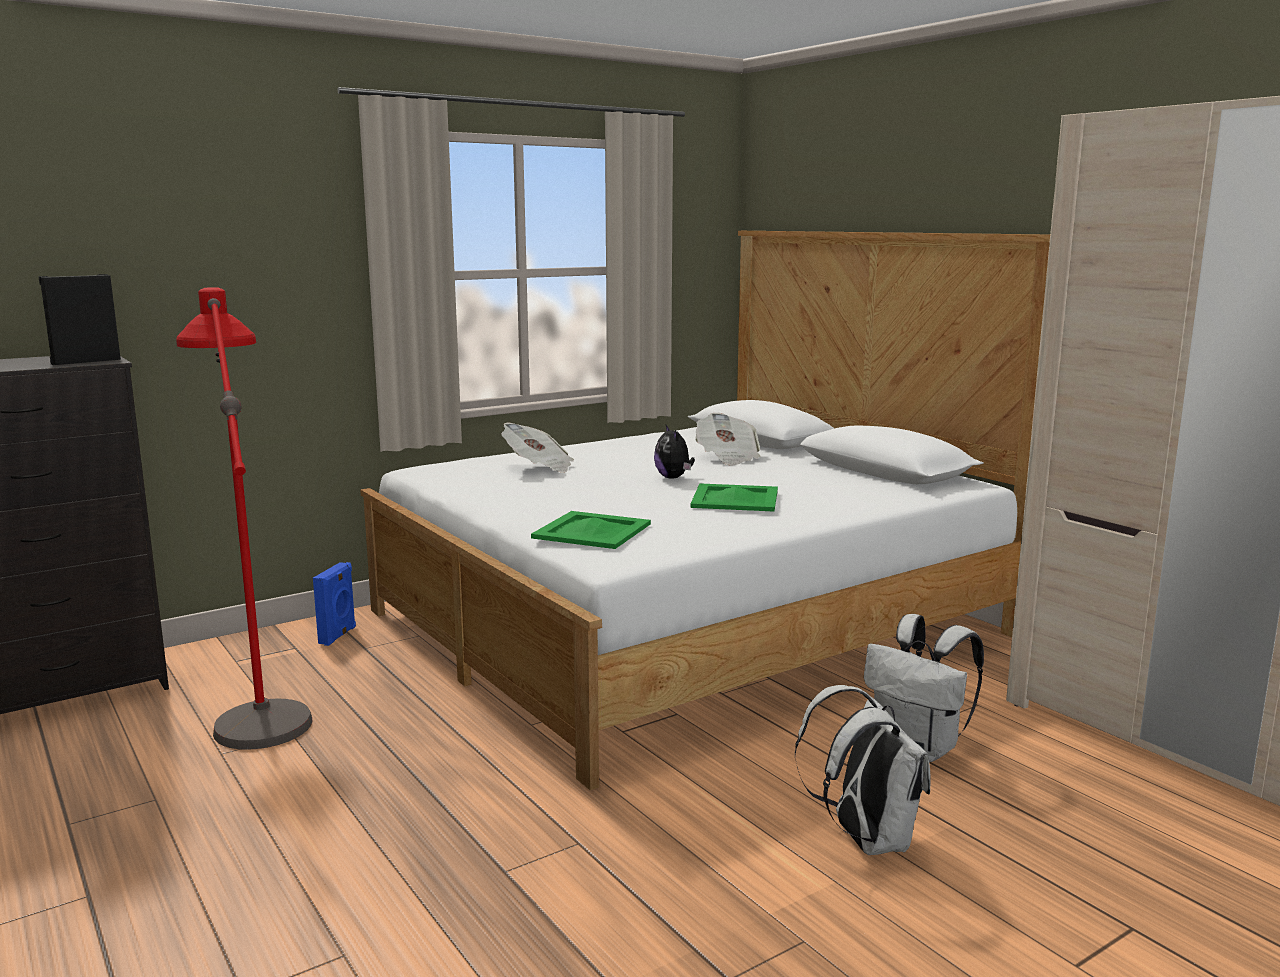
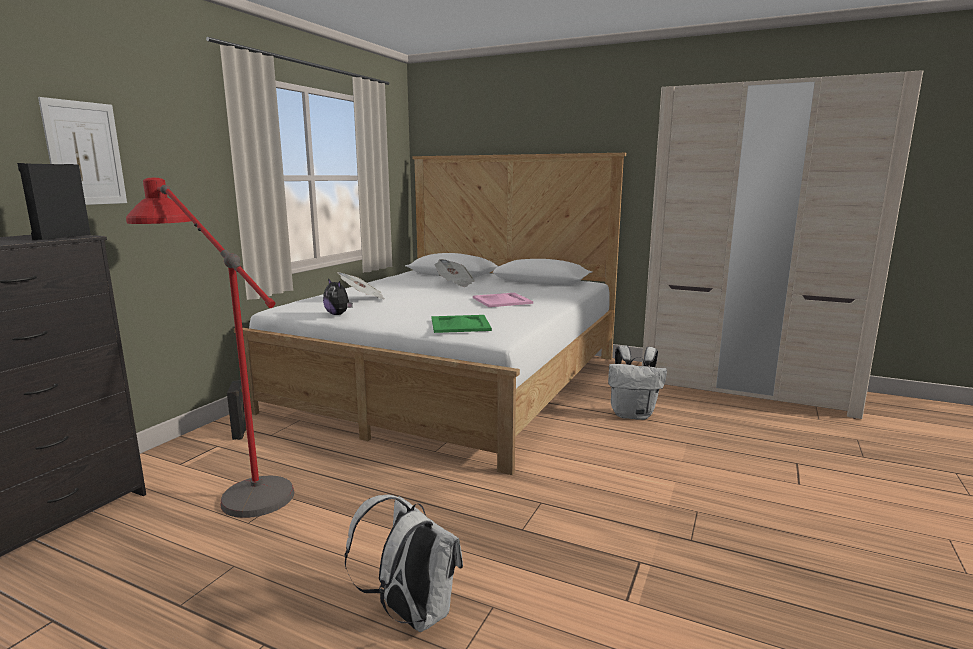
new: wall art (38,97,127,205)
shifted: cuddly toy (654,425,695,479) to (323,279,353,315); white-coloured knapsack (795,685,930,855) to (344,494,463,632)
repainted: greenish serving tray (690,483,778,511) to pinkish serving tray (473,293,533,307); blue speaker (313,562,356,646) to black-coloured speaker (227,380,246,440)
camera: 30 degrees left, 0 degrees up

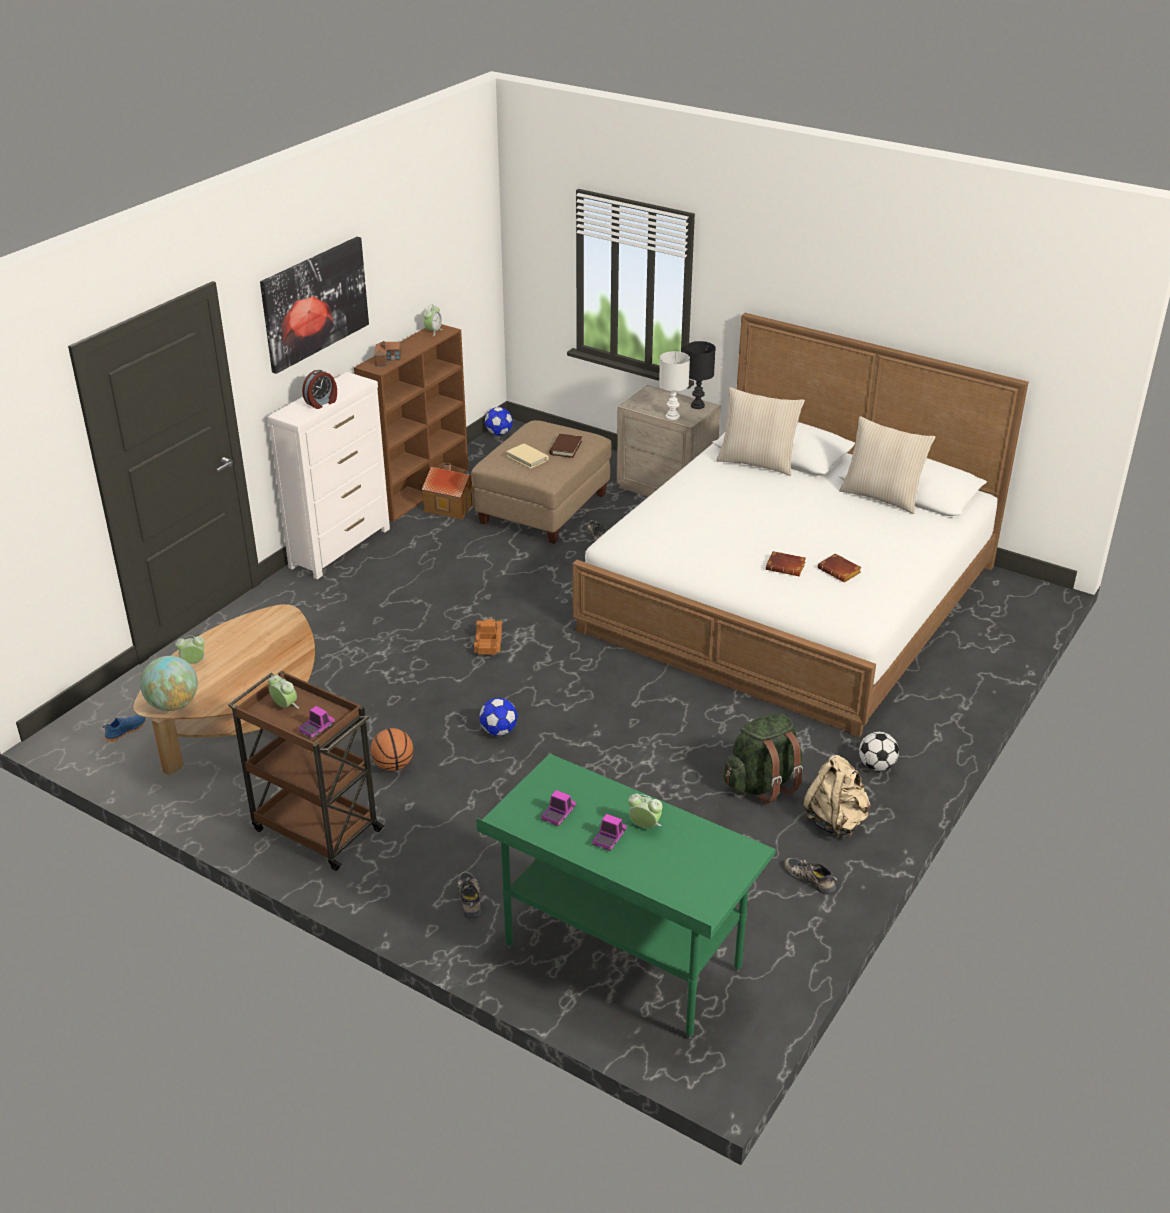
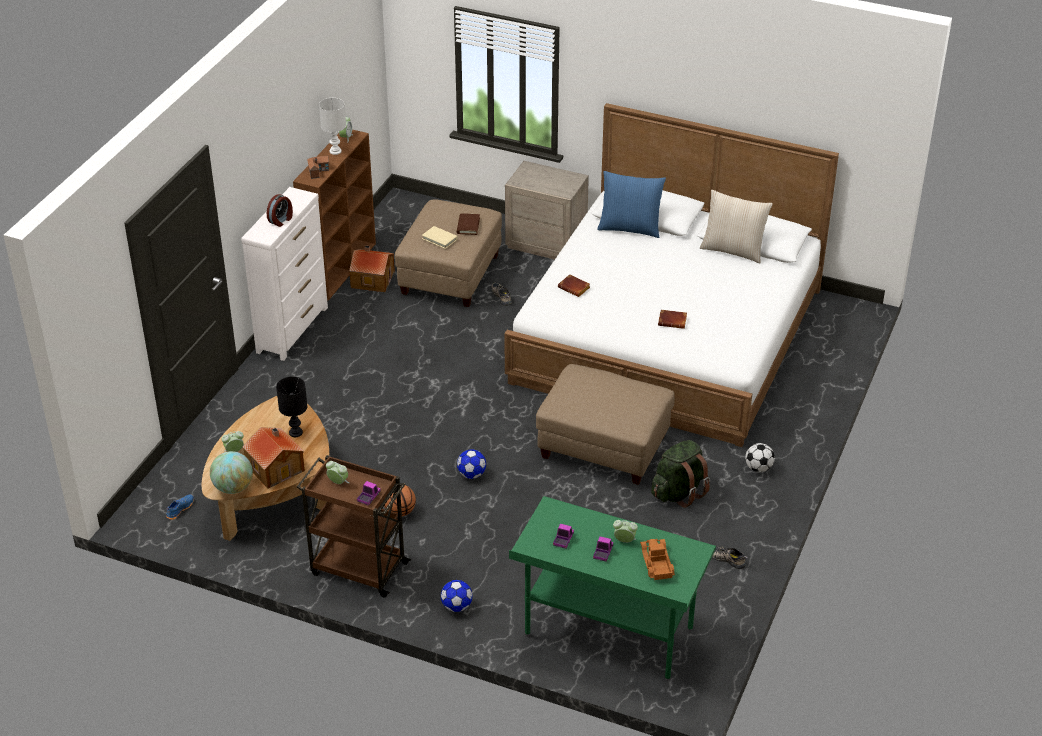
gone: wall art (260,237,369,374); beige knapsack (802,755,870,838); shoe (457,871,481,919)
new: beige pouffe (536,364,675,485); toy house (242,427,305,488)
shifted: black-coloured table lamp (686,341,716,409) to (276,376,307,437); white-coloured table lamp (659,351,690,420) to (319,98,346,155); ball for football (485,407,513,435) to (441,580,472,612); brown volume (818,553,862,582) to (558,274,590,297); toy lorry (474,619,502,654) to (640,539,675,580)
repainted: beige pillow (716,387,805,476) to blue pillow (597,171,666,238)
camera: 10 degrees left, 5 degrees up

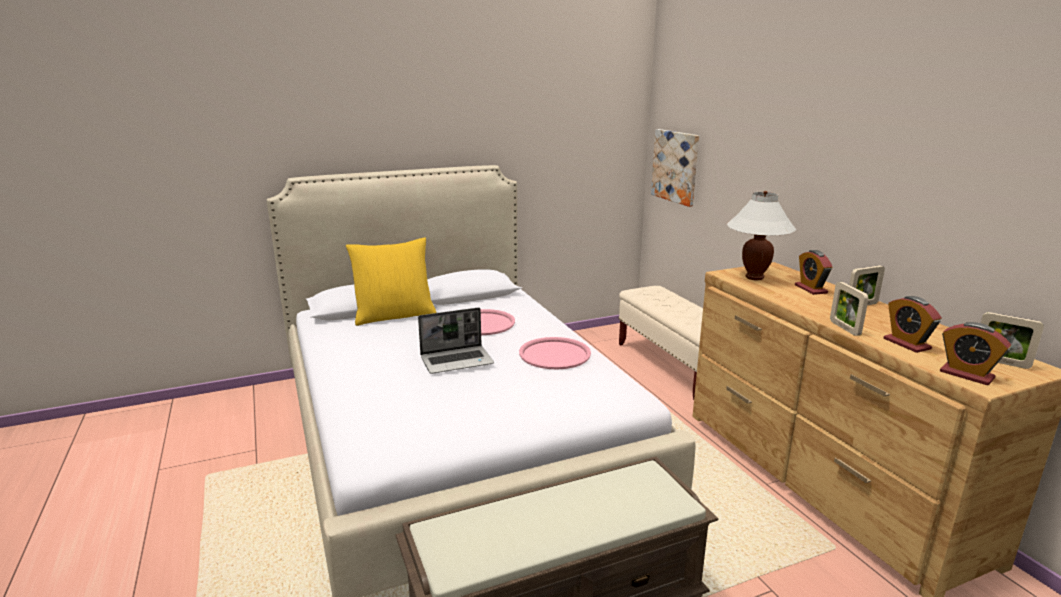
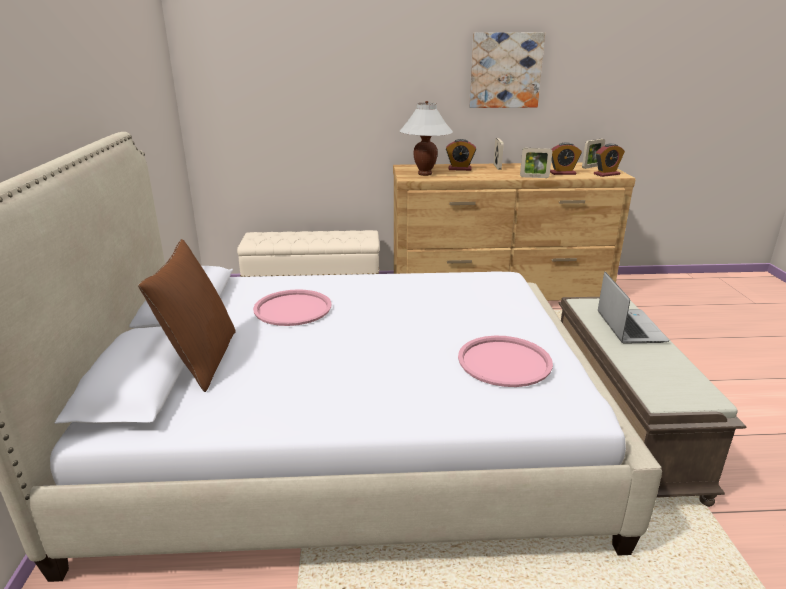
shifted: wall art (651,129,699,207) to (469,32,545,108); laptop (418,307,494,374) to (598,272,669,344); pinkish serving tray (519,337,591,369) to (458,336,553,387)
repainted: yellowish pillow (346,237,437,326) to brown pillow (138,239,236,392)
camera: 70 degrees left, 5 degrees up

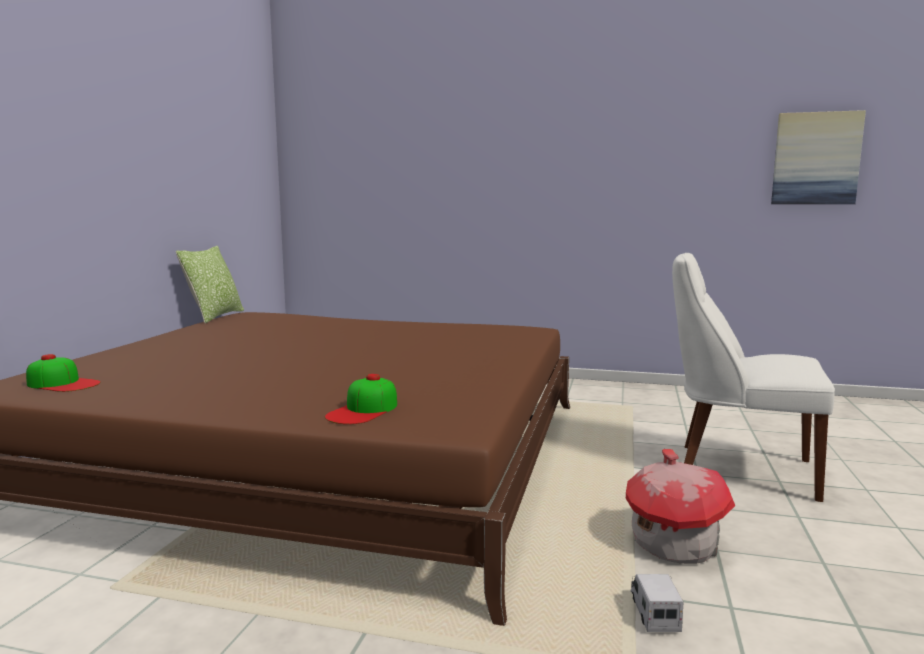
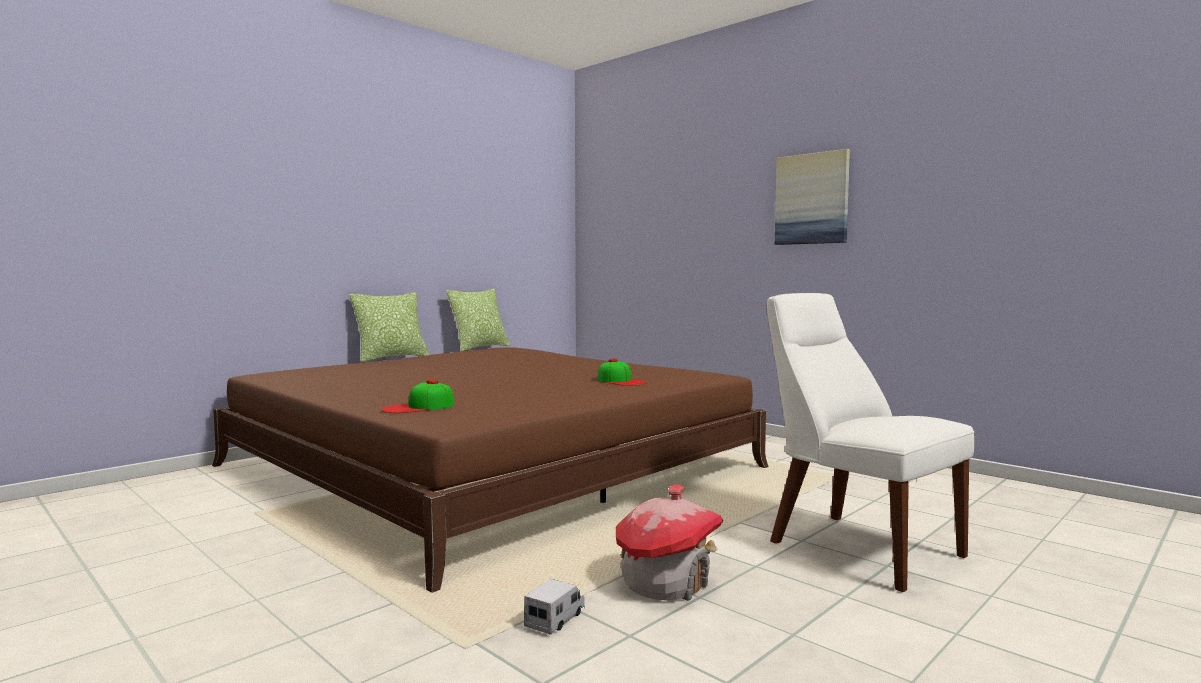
new: pillow (350,292,429,362)
shifted: wall art (771,110,866,204) to (775,149,850,245); baseball cap (26,354,100,392) to (597,359,647,386)
camera: 30 degrees right, 5 degrees down

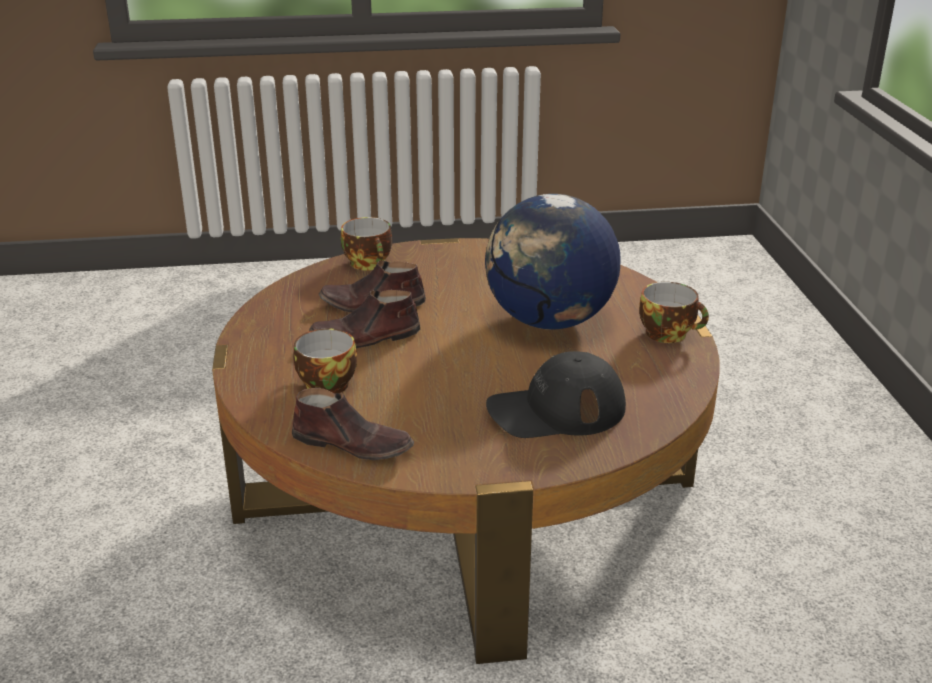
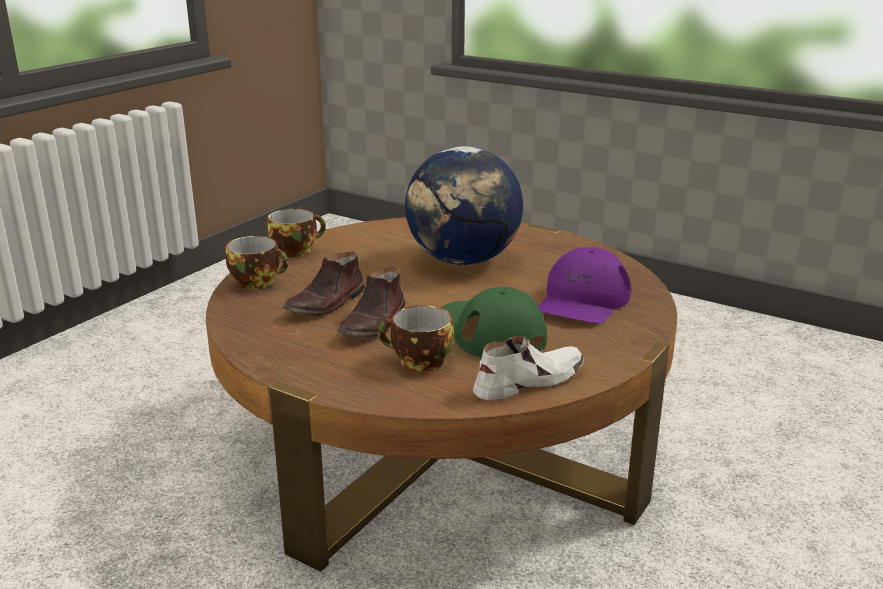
new: greenish baseball cap (441,287,547,358)
shifted: small cup (639,282,709,343) to (267,208,326,257)
repainted: black-coloured baseball cap (486,351,626,438) to purplish baseball cap (538,247,631,324); brown shoe (292,388,414,460) to white-coloured shoe (473,335,584,400)
camera: 50 degrees left, 5 degrees down

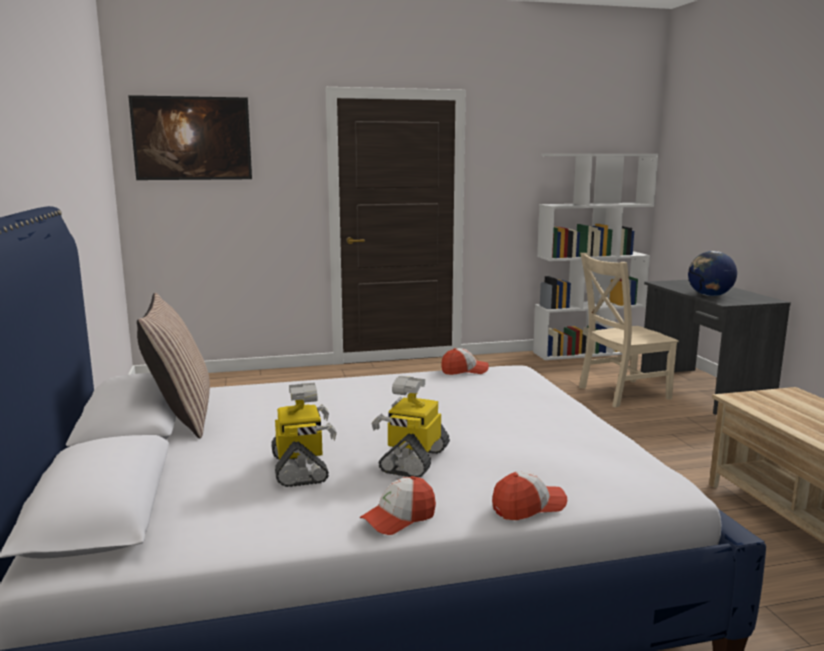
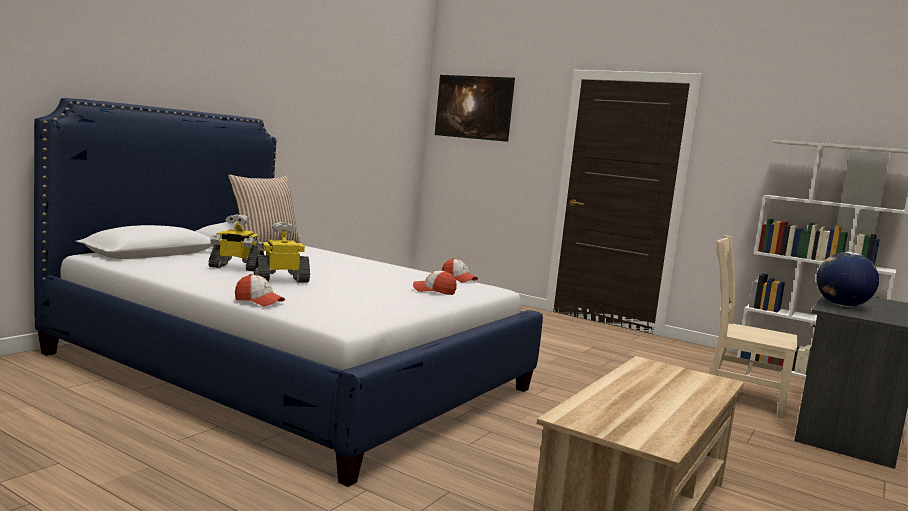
shifted: baseball cap (360,476,436,535) to (413,270,457,295)
rotated: toy robot (271,382,337,487) = (208,214,264,271) 60 degrees clockwise
camera: 45 degrees right, 5 degrees down

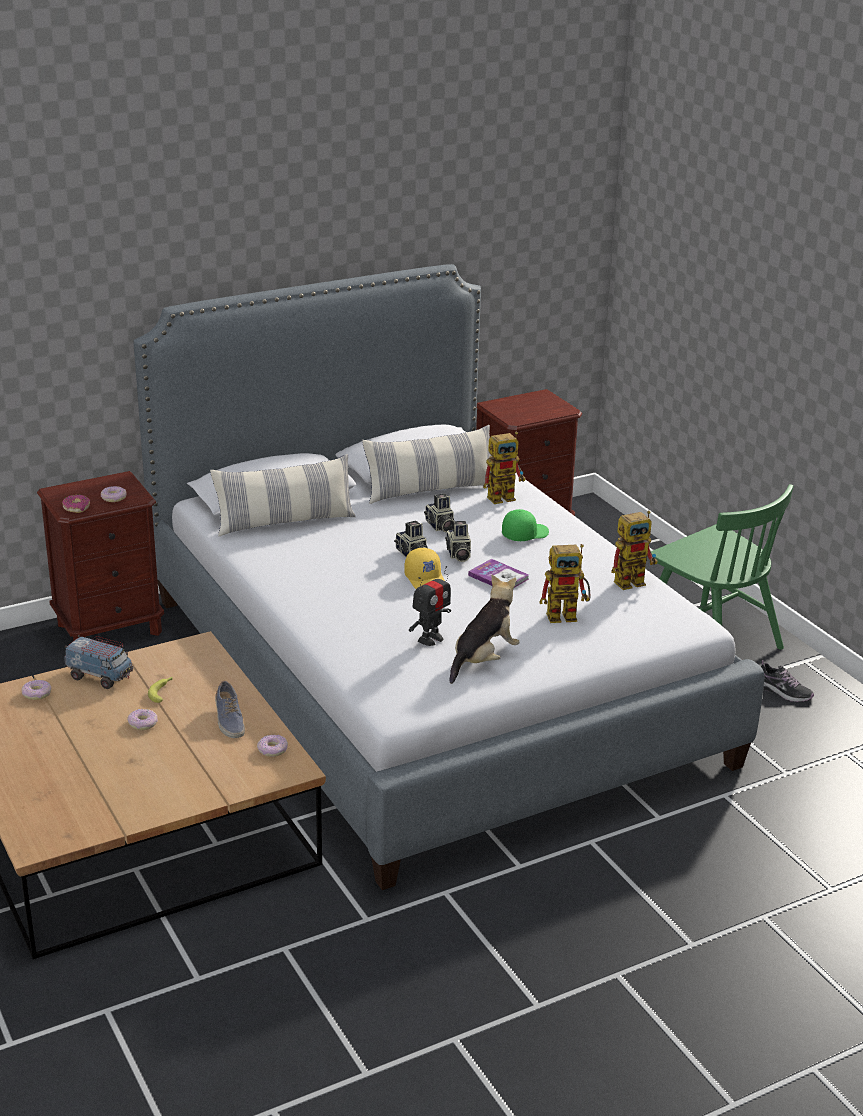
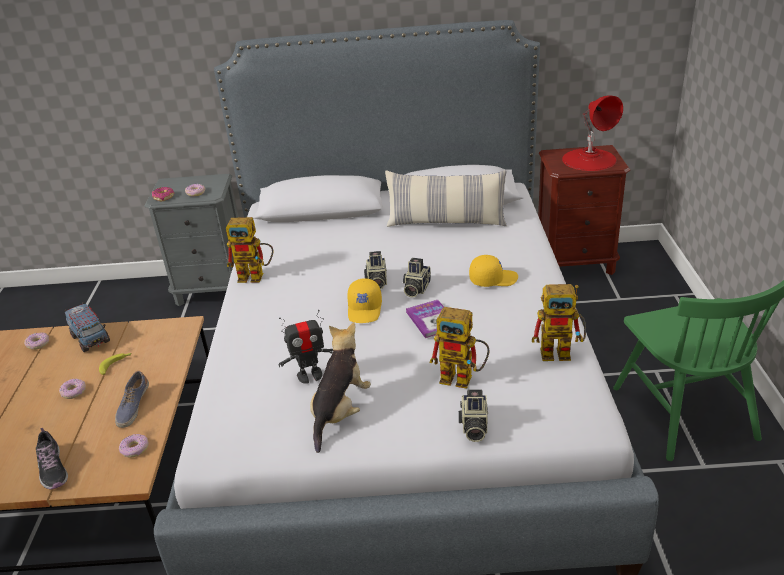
gone: pillow (210,454,356,537)
new: red-coloured table lamp (562,96,623,171)
shifted: toy robot (483,432,526,504) to (226,217,273,283); still camera (424,493,455,533) to (459,390,488,442); shoe (761,661,814,702) to (36,428,68,489)
repainted: brown night table (37,471,164,640) to greyish night table (145,174,238,306); greenish baseball cap (502,509,549,541) to yellowish baseball cap (469,255,518,287)
rotated: cuddly toy (449,575,520,684) = (310,322,371,453) 45 degrees counterclockwise
camera: 30 degrees right, 5 degrees up

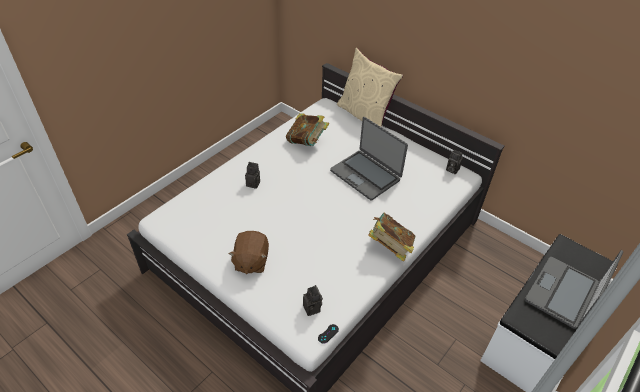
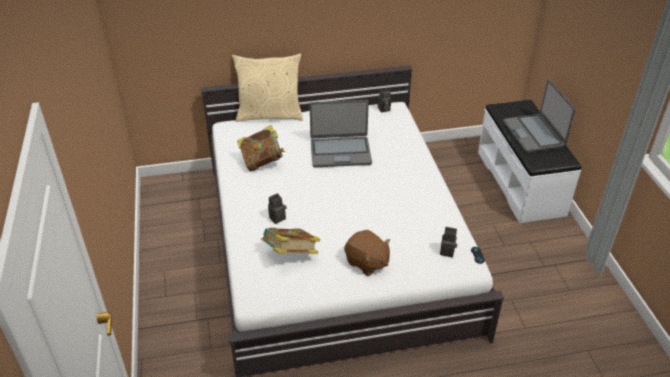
shifted: volume (368,213,415,262) to (261,228,320,254)
camera: 50 degrees left, 5 degrees down

